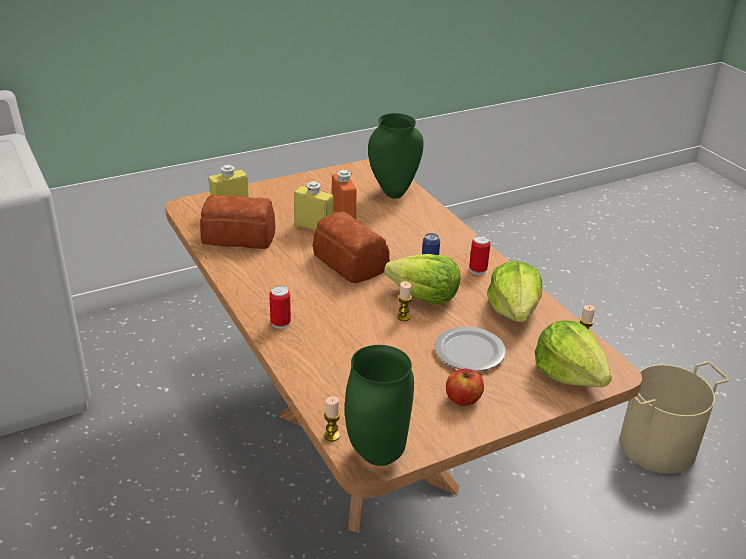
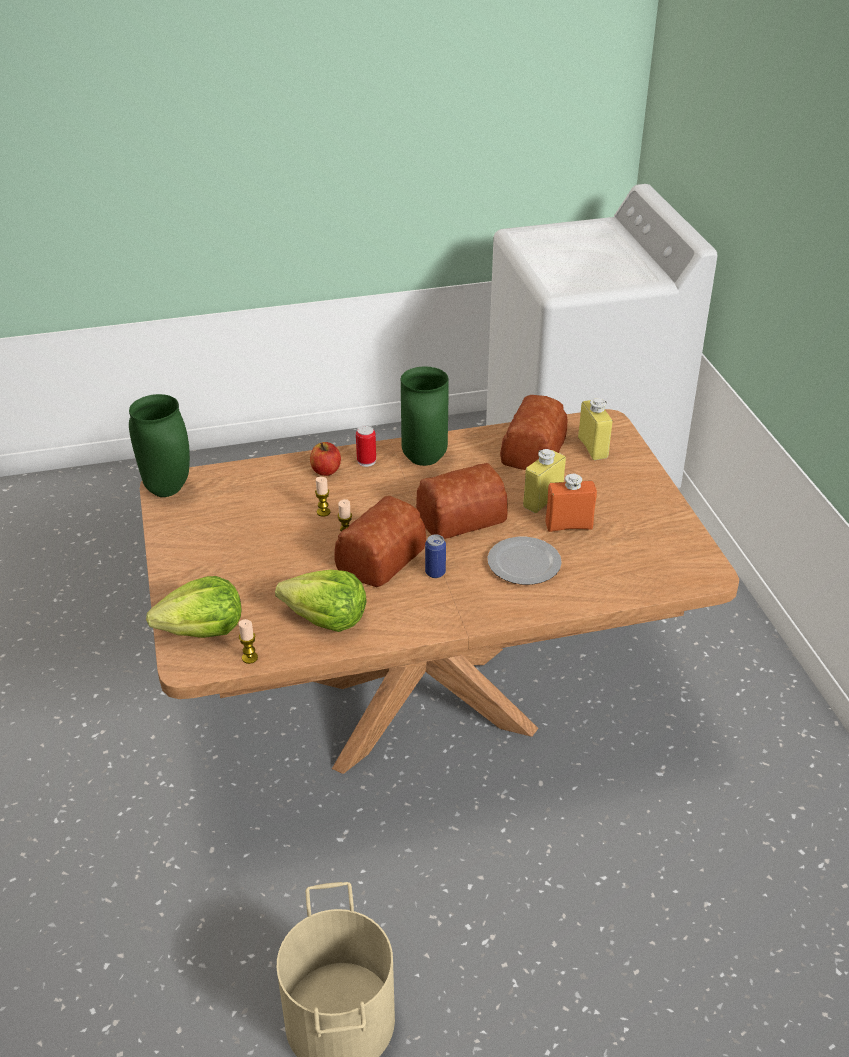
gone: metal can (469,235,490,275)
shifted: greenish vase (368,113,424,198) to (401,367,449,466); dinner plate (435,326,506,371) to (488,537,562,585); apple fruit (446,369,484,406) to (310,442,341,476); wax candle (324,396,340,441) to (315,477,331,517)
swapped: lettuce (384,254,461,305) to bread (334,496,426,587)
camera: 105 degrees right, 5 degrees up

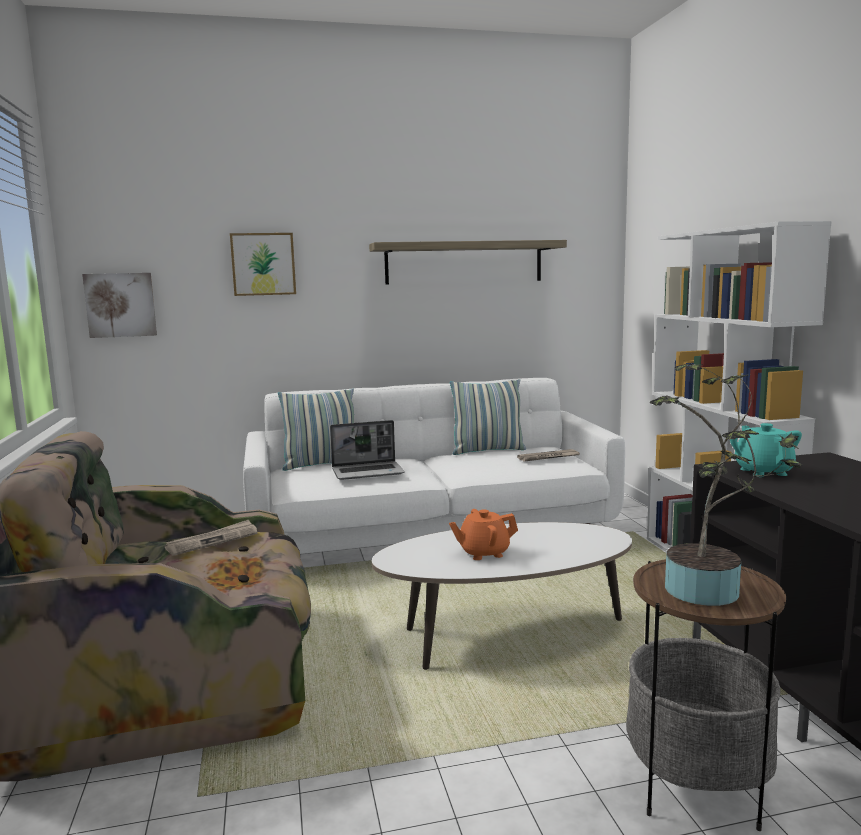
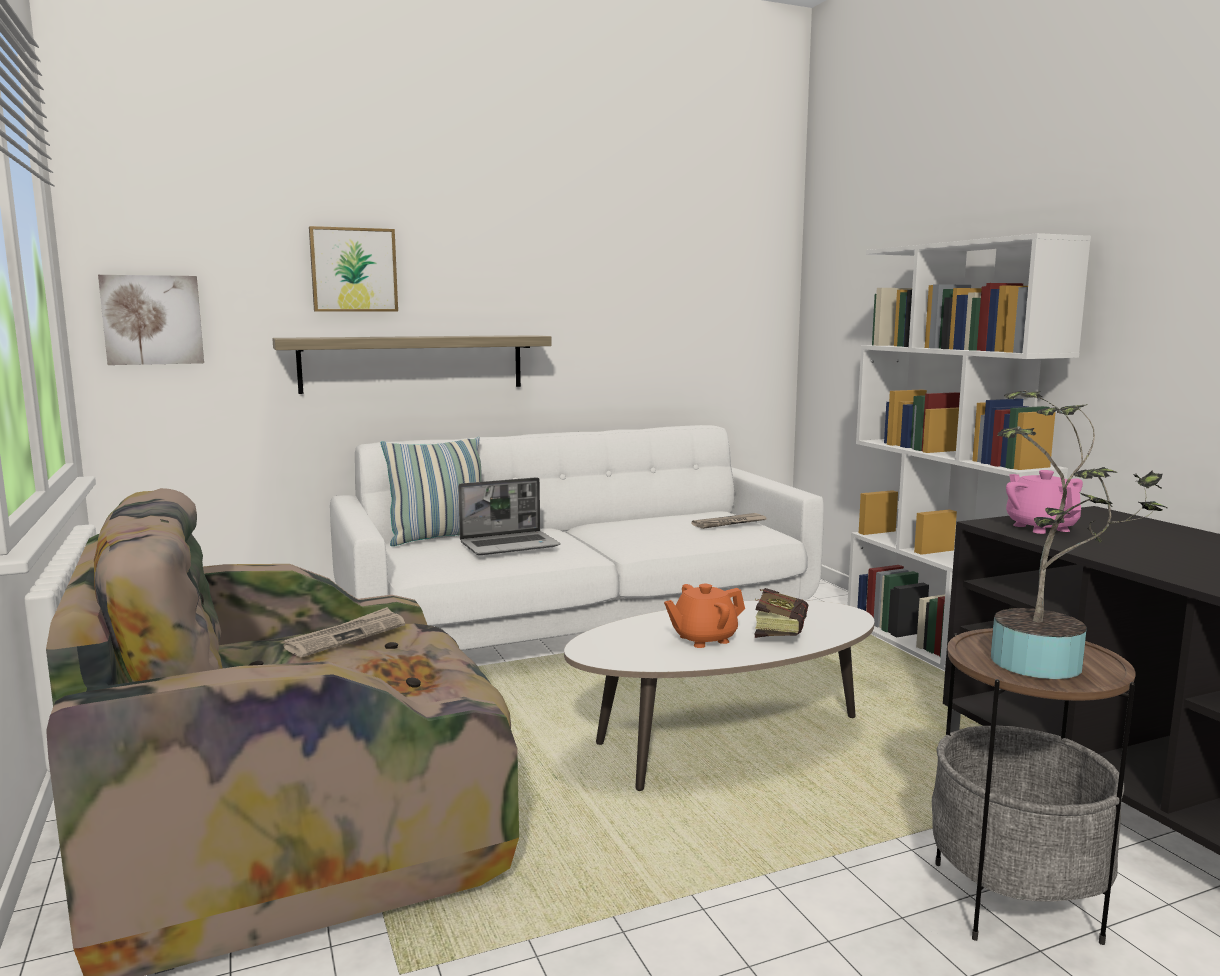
gone: pillow (450,379,526,455)
new: volume (755,588,808,638)
shifted: bracket shelf (369,240,567,285) to (272,335,552,394)
repainted: turquoise-coloured tea pot (730,423,802,477) to pinkish tea pot (1006,470,1083,534)
camera: 10 degrees left, 0 degrees up

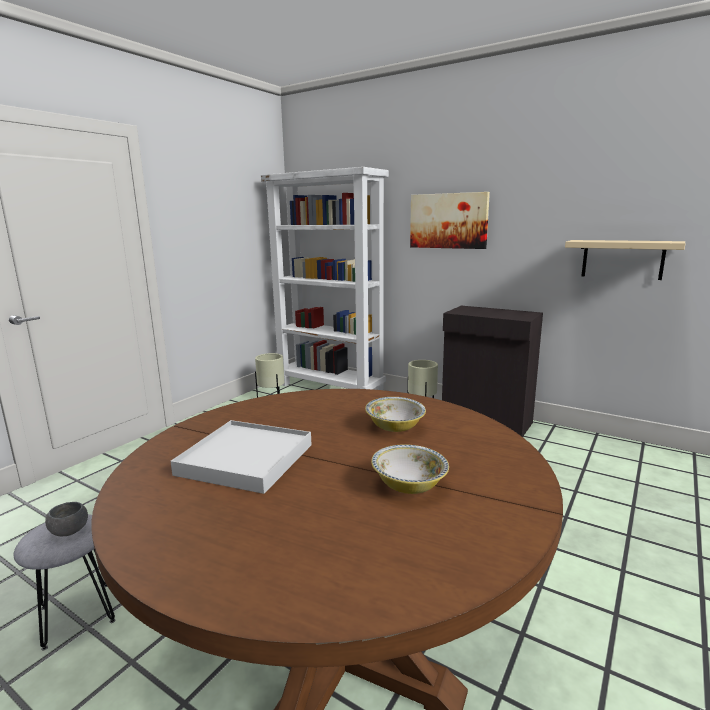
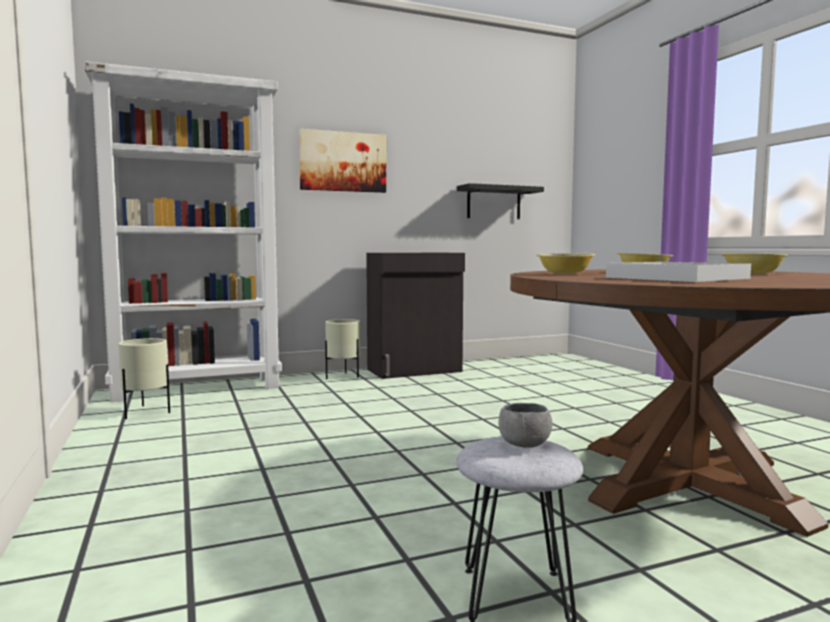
new: serving bowl (536,253,595,274)
repainted: beige bracket shelf (565,240,686,280) to black-coloured bracket shelf (457,183,544,219)
camera: 55 degrees left, 10 degrees down

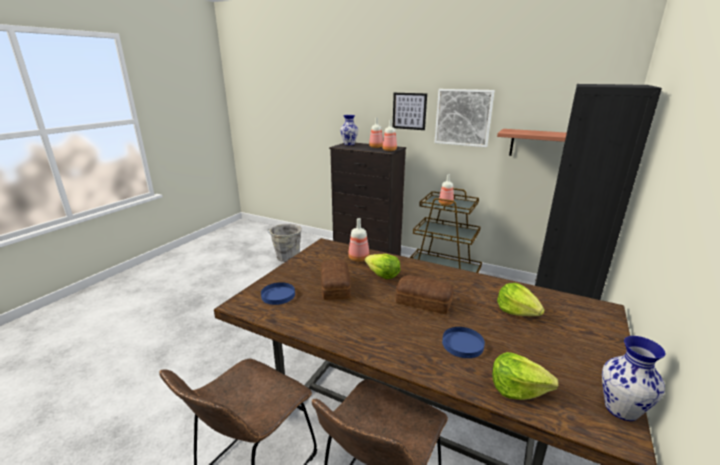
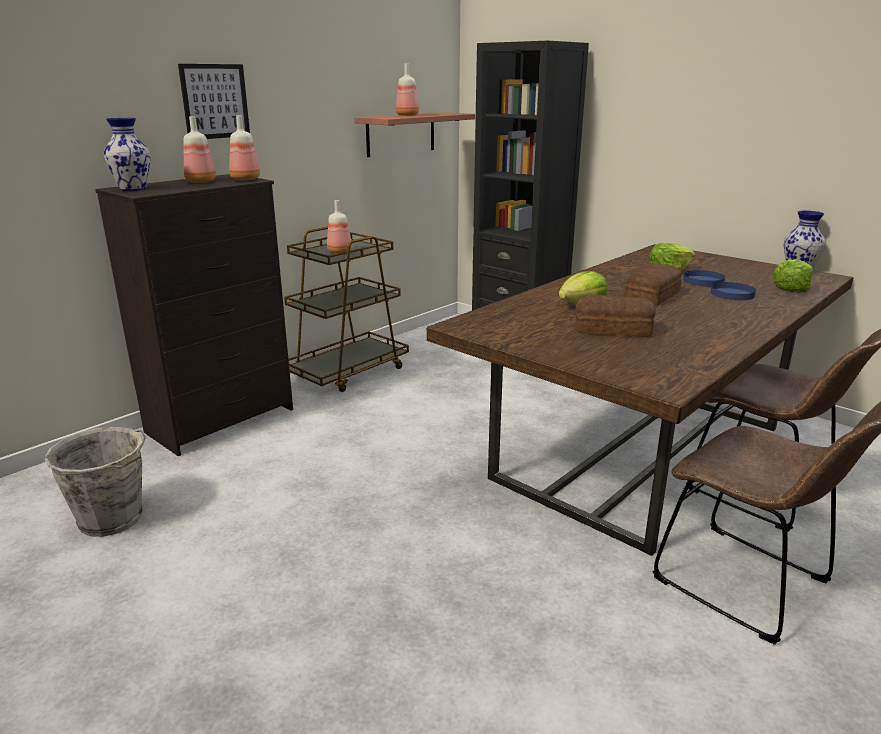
gone: wall art (434,89,495,147)
shifted: bottle (348,218,370,262) to (396,64,419,116); blue dinner plate (261,282,295,305) to (683,270,725,287)
camera: 75 degrees left, 0 degrees up

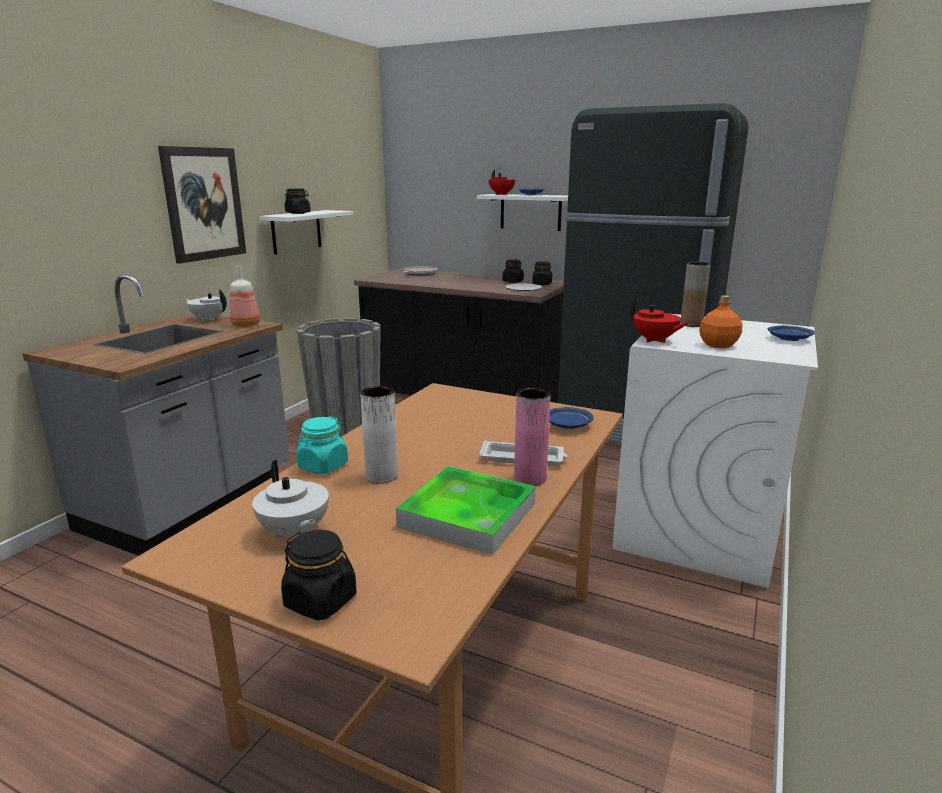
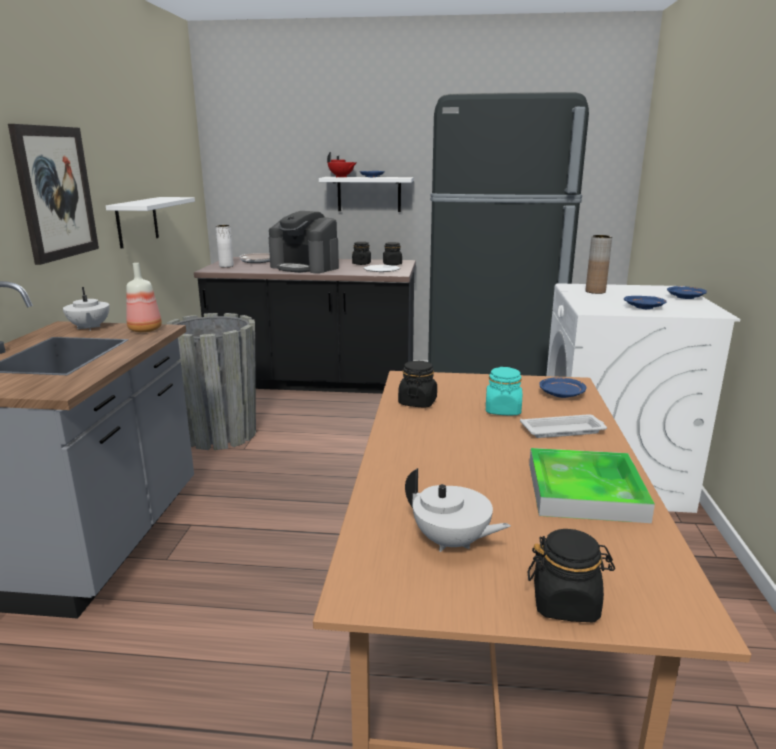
gone: red-coloured tea pot (630,297,689,343); pinkish vase (514,388,550,486)
new: coffee maker (268,211,339,273)
shifted: black-coloured jar (285,188,311,214) to (398,361,437,408); white-coloured vase (360,386,398,483) to (216,225,234,267); turquoise-coloured jar (296,416,348,474) to (486,367,522,415)
swapped: orange-coloured bottle (699,295,742,348) to blue dinner plate (624,296,667,309)
rotated: white-coloured tea pot (185,289,227,322) = (63,287,110,331) 120 degrees counterclockwise
camera: 20 degrees left, 0 degrees up

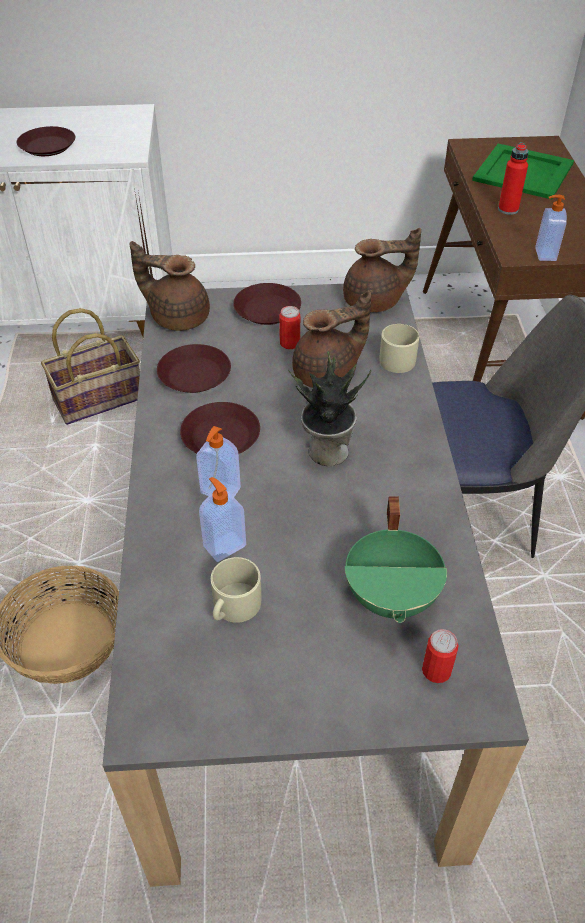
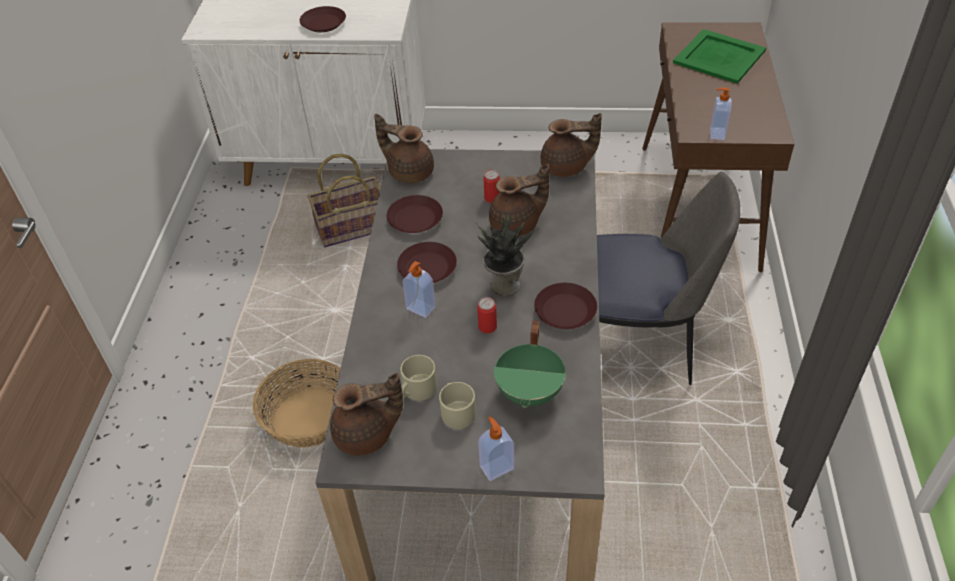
gone: red-coloured bottle (498,143,529,215)
new: brown tea pot (330,373,403,456)
shifted: brown dinner plate (233,283,301,325) to (534,283,597,329); beige mug (379,324,419,373) to (439,382,476,429); liquid soap bottle (199,477,246,562) to (478,417,515,481); metal can (422,629,458,683) to (477,297,497,333)
camera: 10 degrees right, 0 degrees up

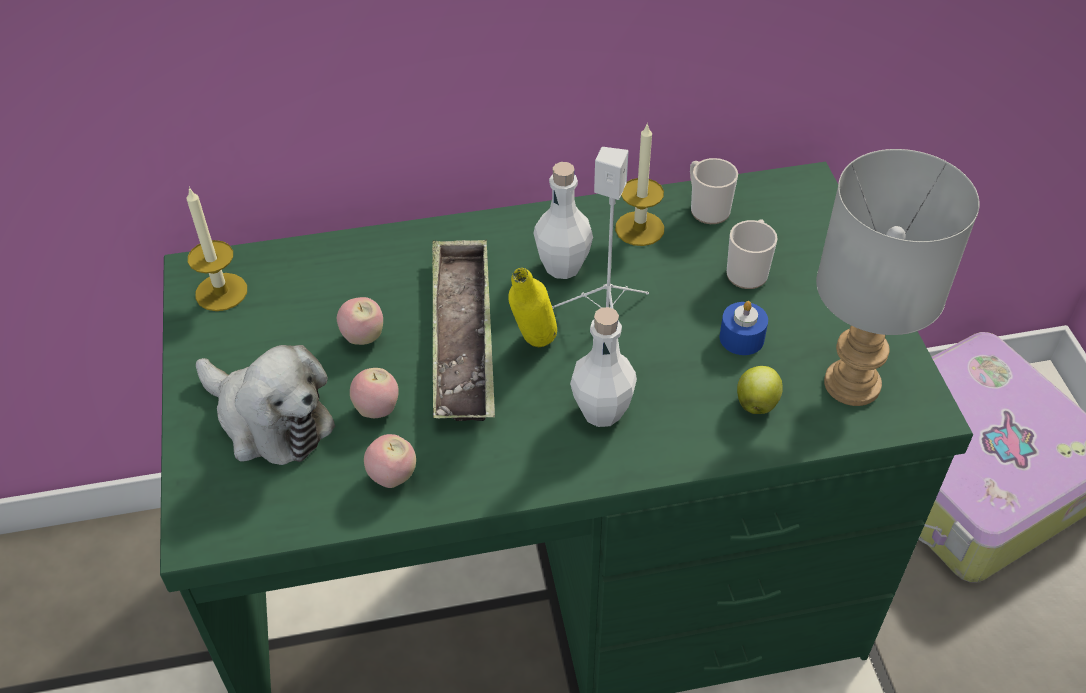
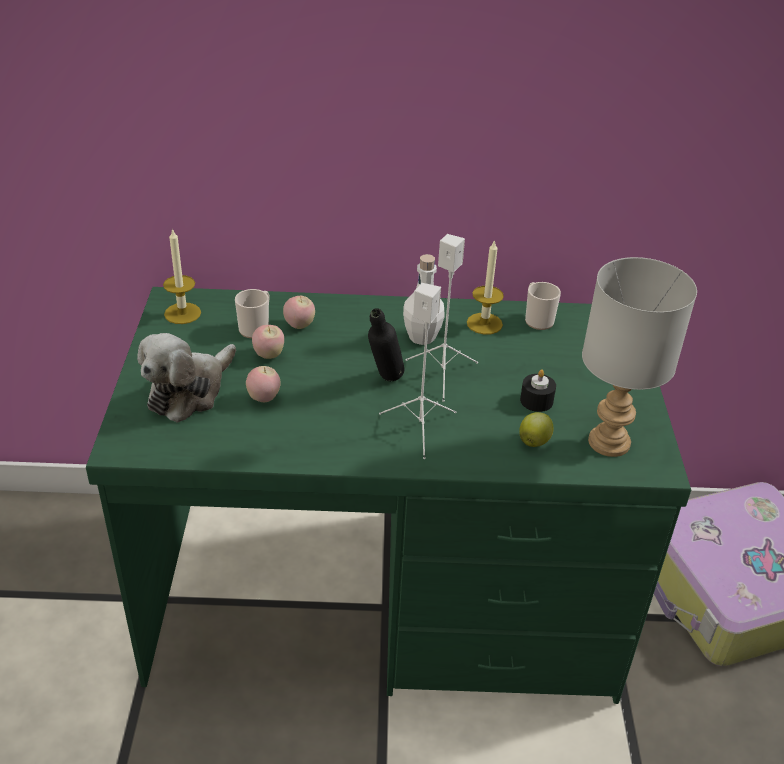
gone: serving tray (432,239,495,421)
shifted: mug (726,219,778,289) to (235,289,269,338); apple fruit (364,434,416,488) to (283,296,315,329)
swapped: white-coloured bottle (570,307,637,427) to white-coloured speaker (379,283,456,459)
repainted: yellowish bottle (508,268,557,347) to black-coloured bottle (368,308,404,381); blue wax candle (720,301,768,355) to black-coloured wax candle (520,370,556,412)
rotated: cuddly toy (196,345,335,465) = (137,333,236,423) 75 degrees clockwise
camera: 10 degrees right, 10 degrees down

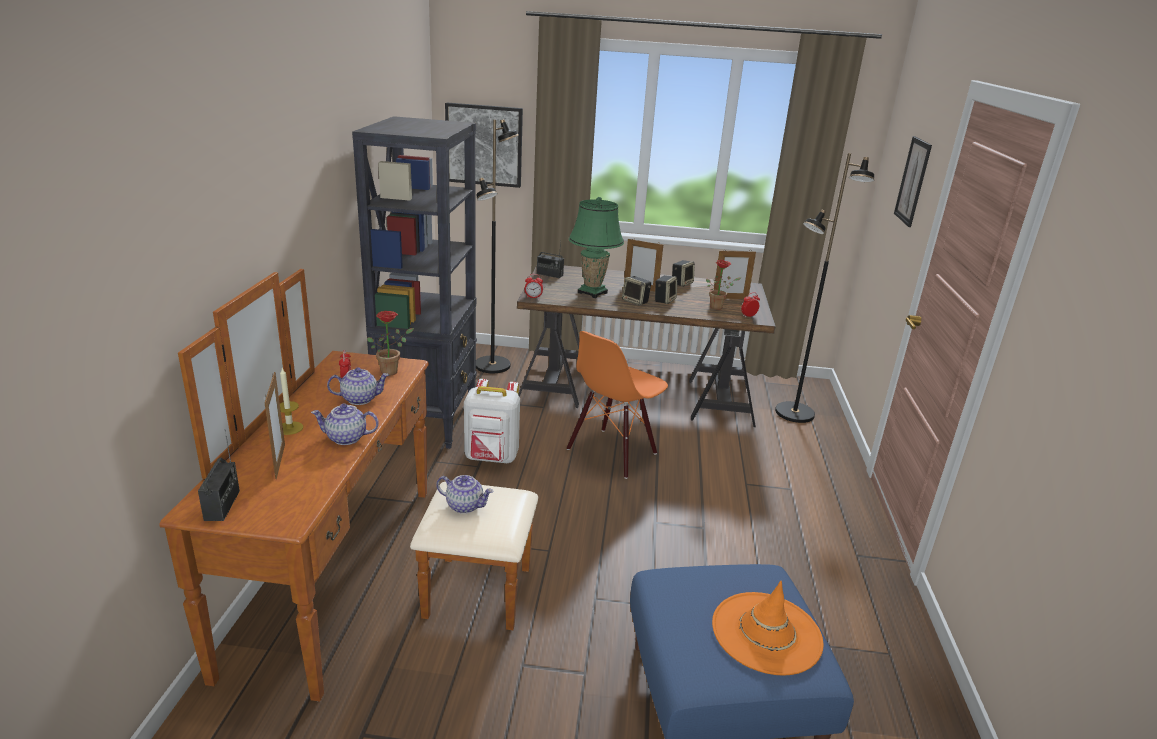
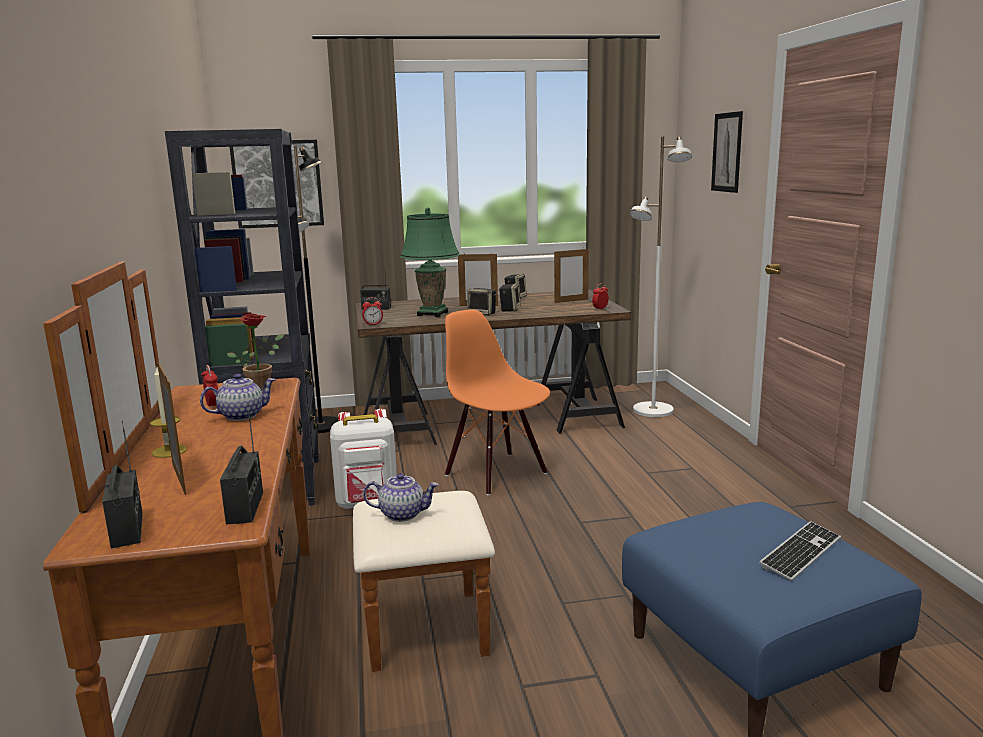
gone: plant in a pot (706,260,742,310); tea pot (311,404,379,445)
new: radio receiver (220,404,263,525)
swapped: orange-coloured clothing hat (712,581,823,676) to keyboard (759,521,841,581)
repainted: black-coloured standard lamp (775,153,874,423) to white-coloured standard lamp (629,136,692,417)
rotated: orange-coloured chair (567,331,668,479) = (445,309,550,496) 120 degrees clockwise
camera: 15 degrees left, 10 degrees down

